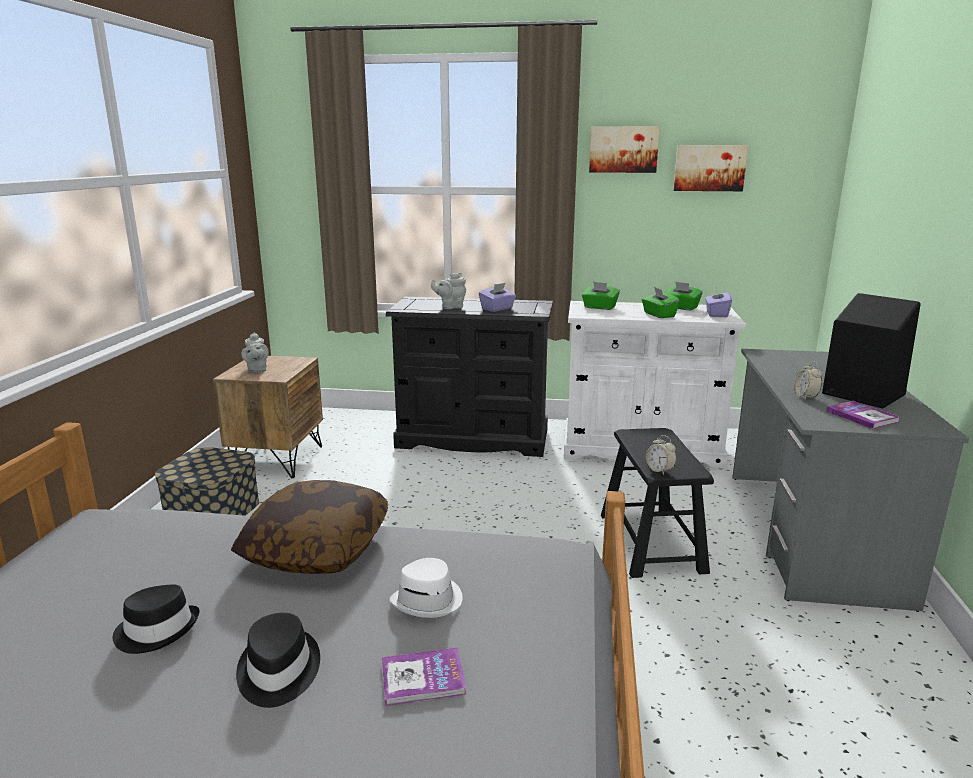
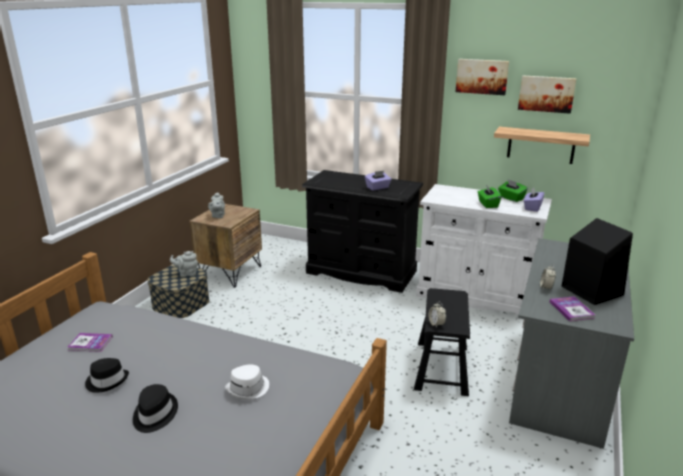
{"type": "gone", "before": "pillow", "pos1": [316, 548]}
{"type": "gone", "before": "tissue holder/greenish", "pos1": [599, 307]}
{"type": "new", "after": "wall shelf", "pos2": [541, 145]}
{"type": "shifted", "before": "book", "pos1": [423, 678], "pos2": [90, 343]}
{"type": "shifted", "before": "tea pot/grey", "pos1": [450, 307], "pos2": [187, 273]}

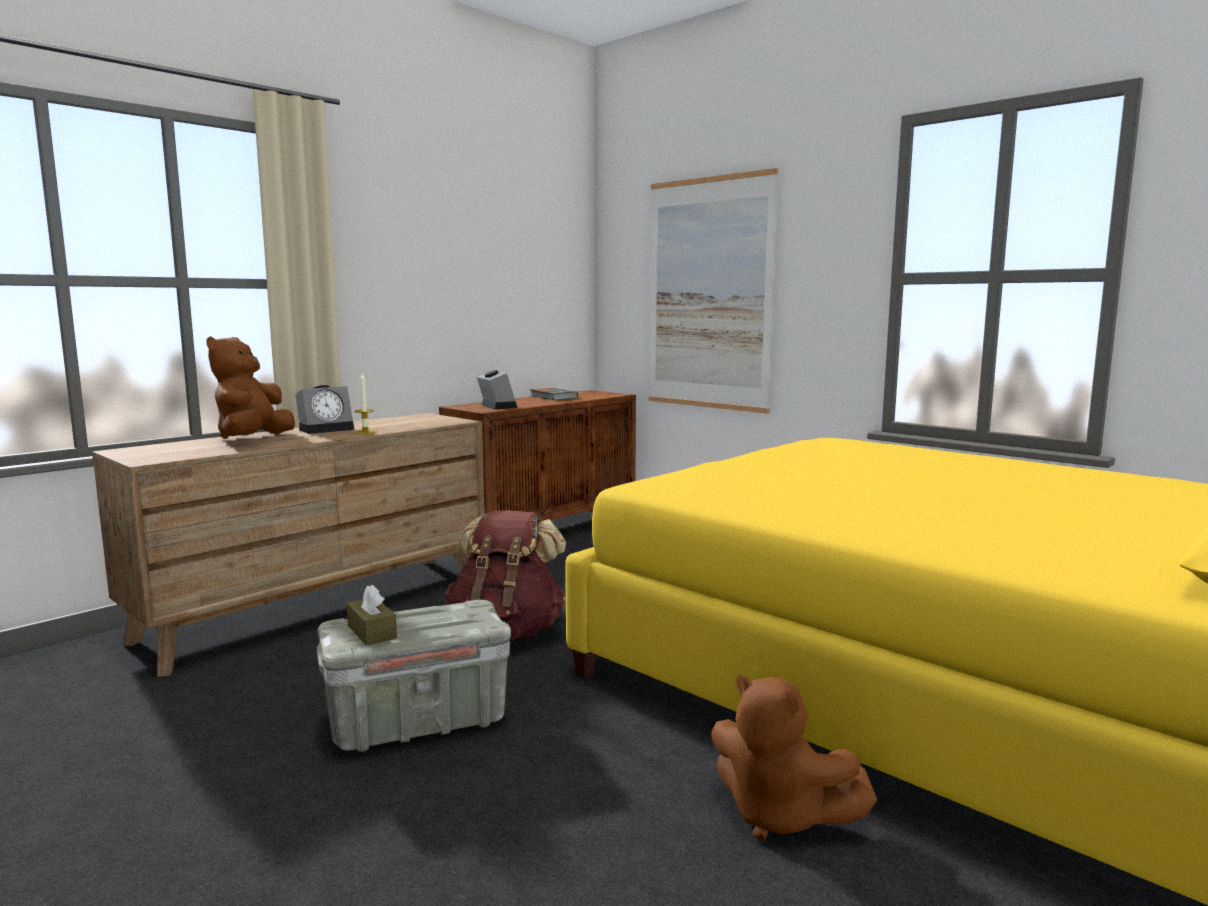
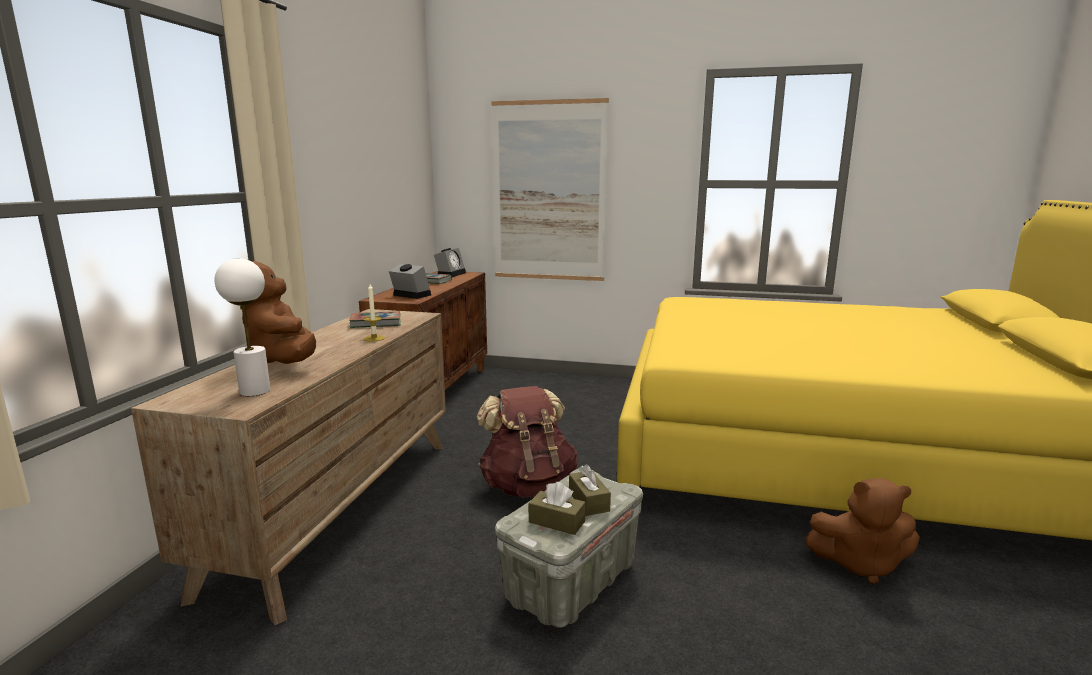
{"type": "new", "after": "tabletop lamp/white", "pos2": [255, 391]}
{"type": "new", "after": "book", "pos2": [376, 323]}
{"type": "new", "after": "tissue holder/brown", "pos2": [588, 501]}
{"type": "shifted", "before": "bedside clock", "pos1": [327, 429], "pos2": [451, 274]}

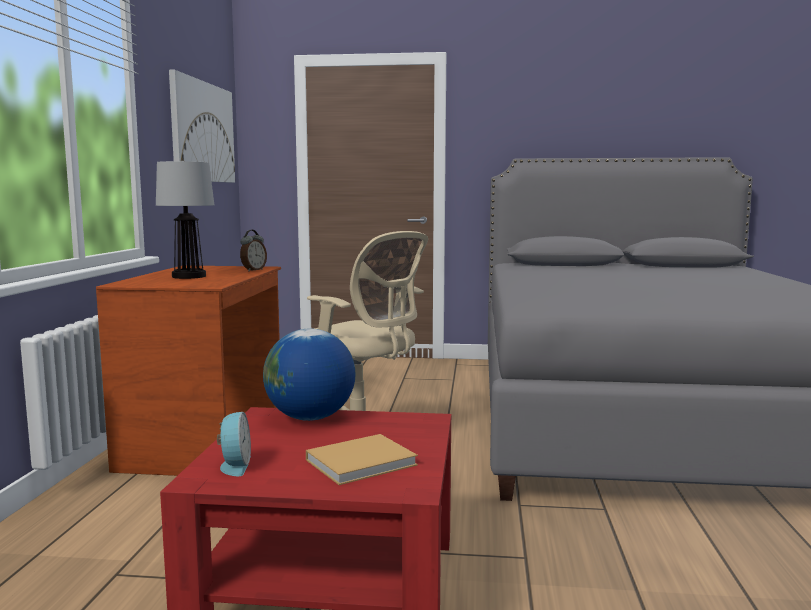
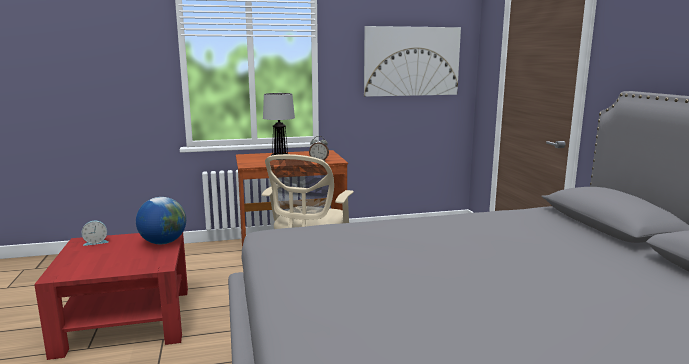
{"type": "gone", "before": "book/sand-coloured", "pos1": [364, 462]}

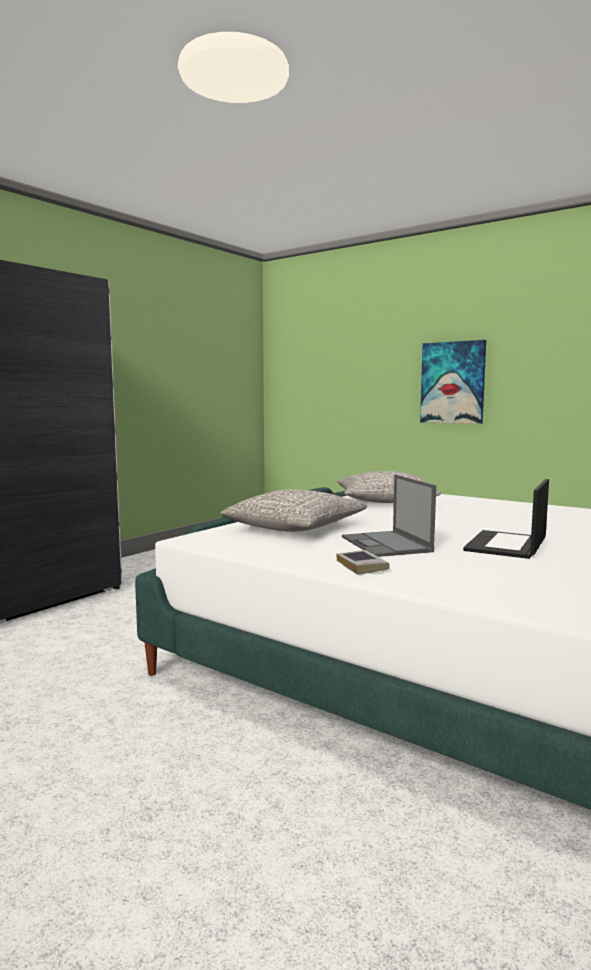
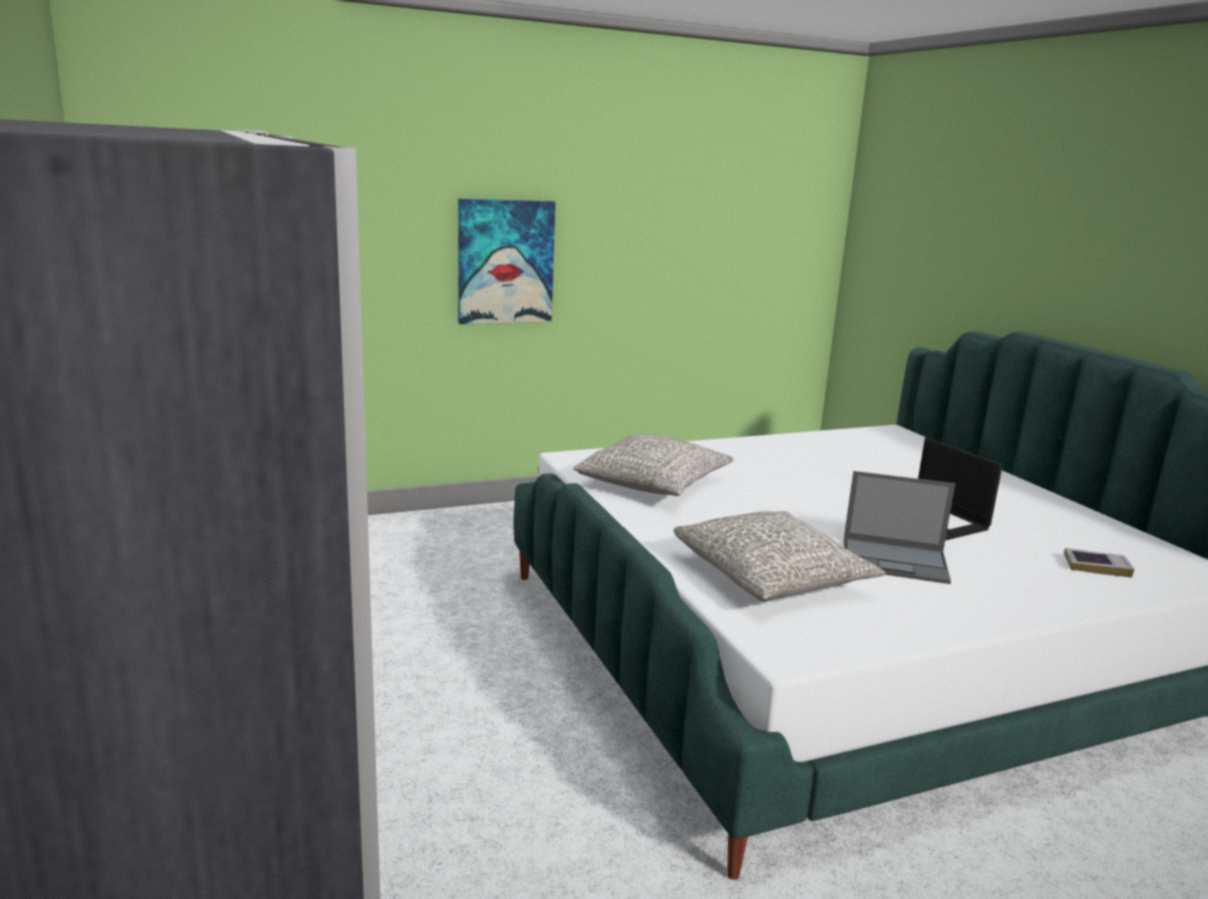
{"type": "shifted", "before": "book", "pos1": [362, 566], "pos2": [1096, 567]}

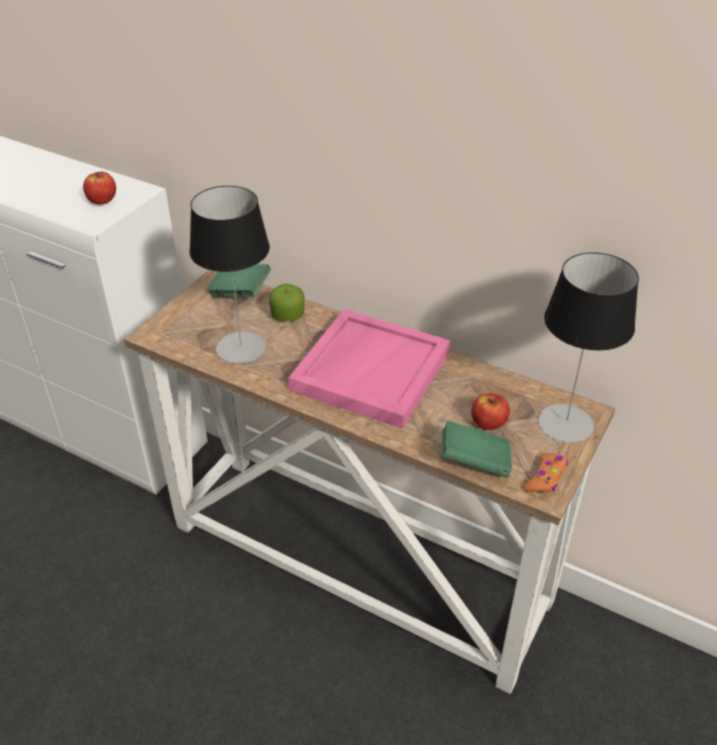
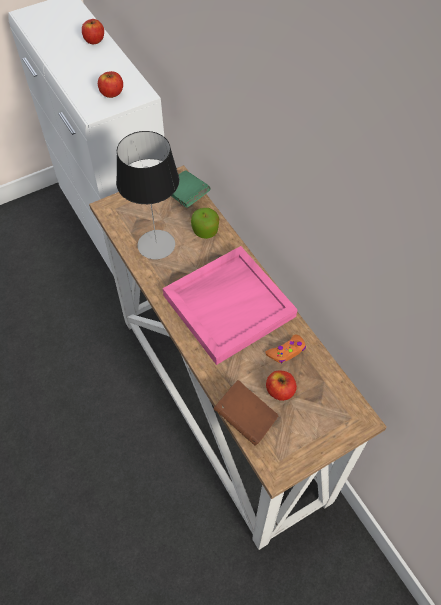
{"type": "gone", "before": "tabletop lamp", "pos1": [566, 423]}
{"type": "new", "after": "apple fruit", "pos2": [94, 40]}
{"type": "shifted", "before": "game controller/orange-coloured", "pos1": [546, 478], "pos2": [286, 352]}
{"type": "repainted", "before": "book/greenish", "after": "book/brown", "pos1": [474, 462], "pos2": [245, 418]}

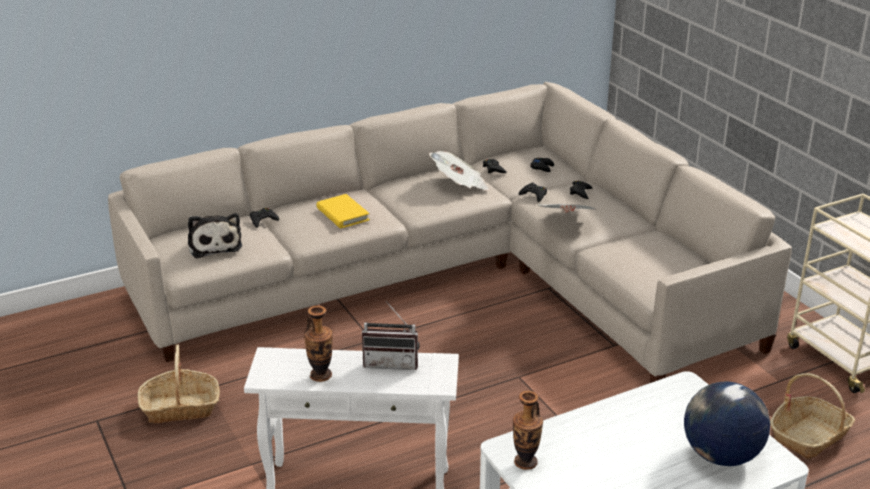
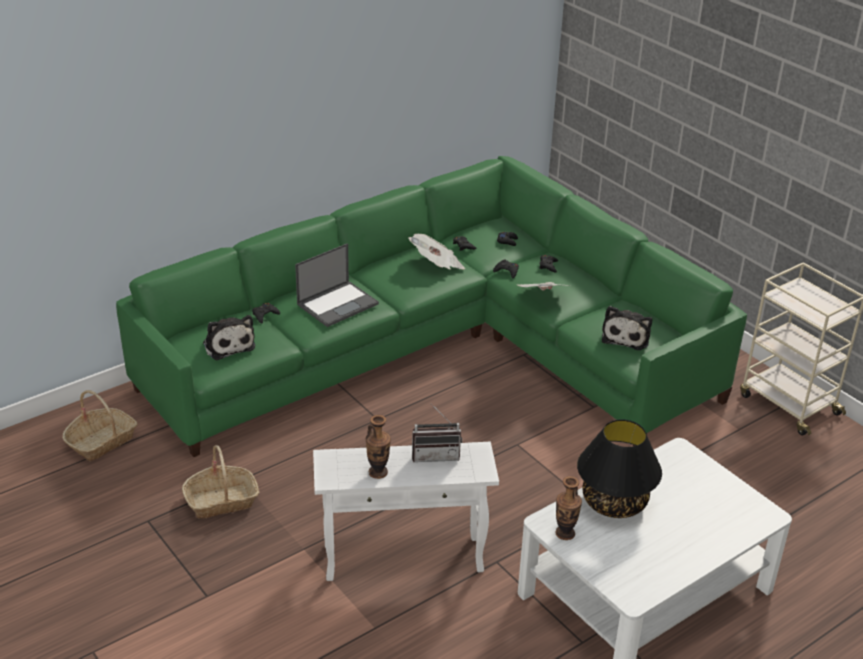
{"type": "gone", "before": "desk globe", "pos1": [720, 455]}
{"type": "new", "after": "tabletop lamp/blackish", "pos2": [614, 502]}
{"type": "new", "after": "cuddly toy", "pos2": [626, 336]}
{"type": "shifted", "before": "household basket", "pos1": [809, 436], "pos2": [102, 441]}
{"type": "swapped", "before": "book/yellowish", "after": "notebook computer", "pos1": [342, 214], "pos2": [338, 304]}
{"type": "repainted", "before": "settee/sand-coloured", "after": "settee/greenish", "pos1": [459, 277], "pos2": [440, 350]}

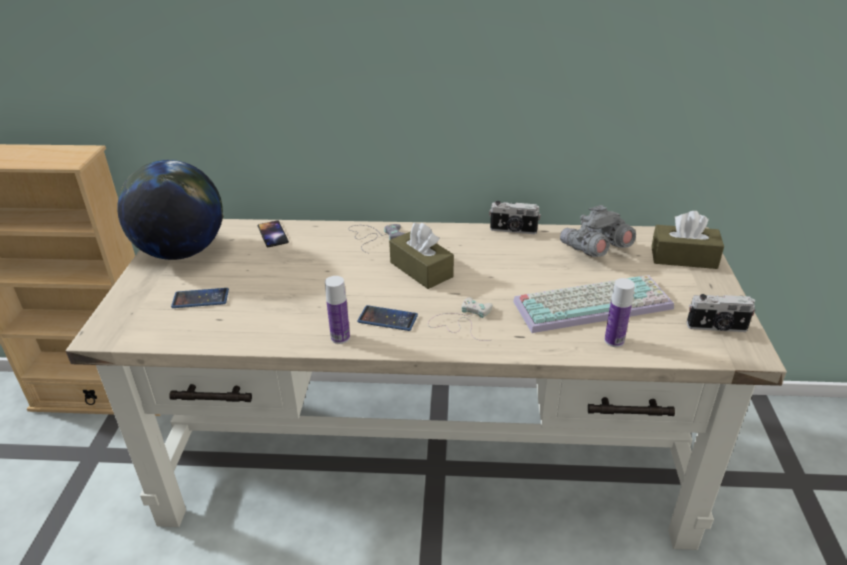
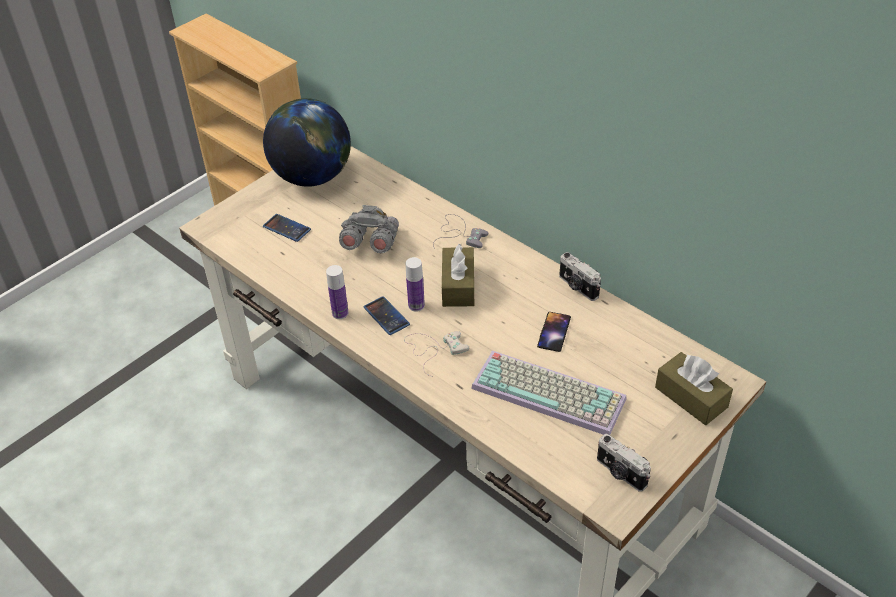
{"type": "shifted", "before": "phone", "pos1": [272, 234], "pos2": [554, 332]}
{"type": "shifted", "before": "pair of binoculars/grey", "pos1": [594, 250], "pos2": [370, 243]}
{"type": "shifted", "before": "bottle", "pos1": [614, 341], "pos2": [416, 305]}

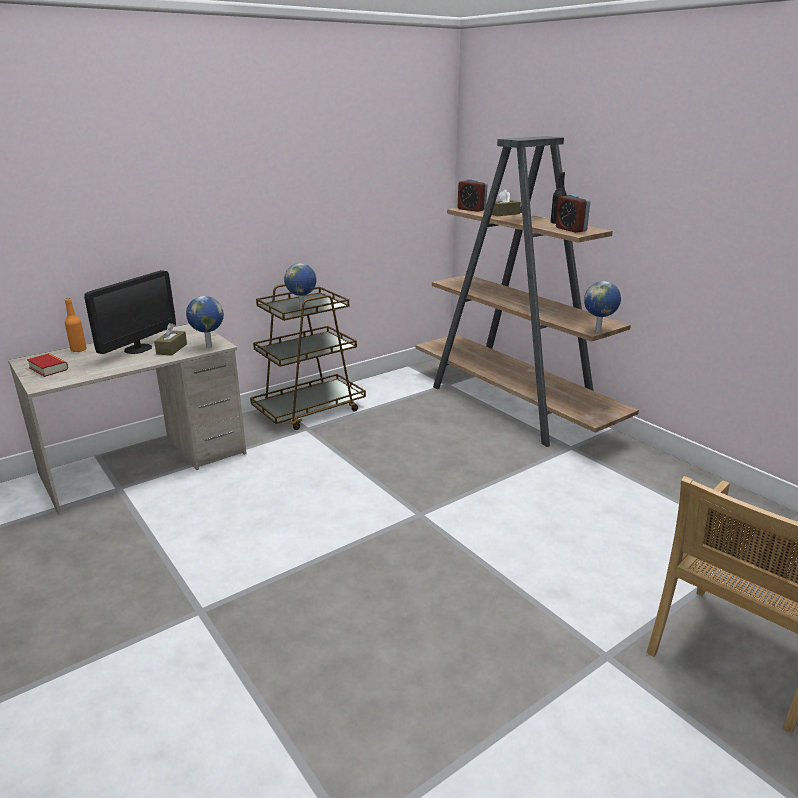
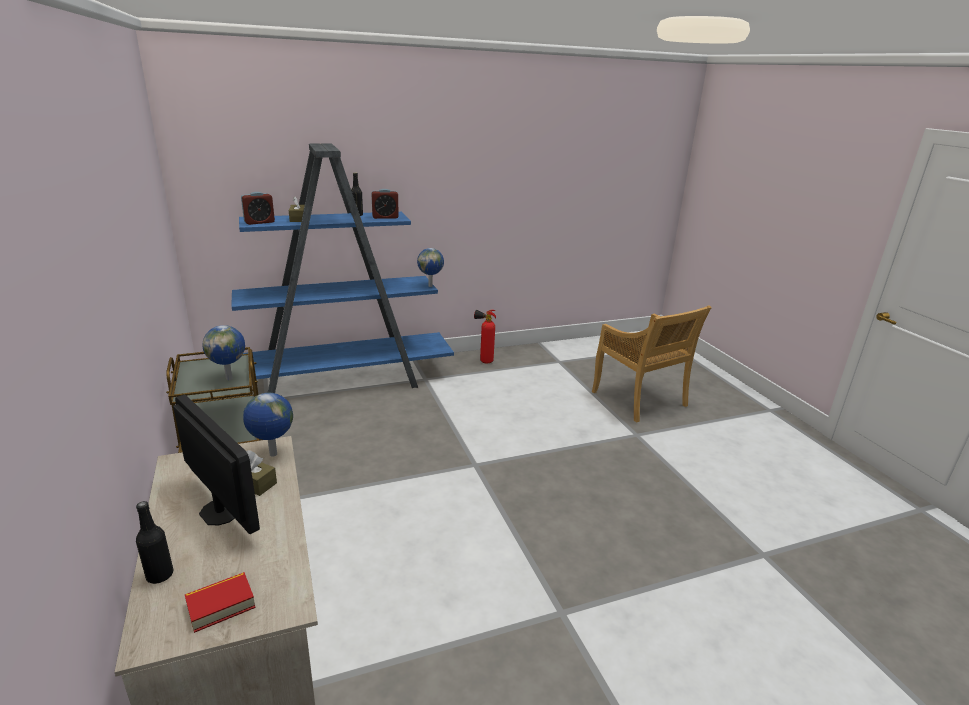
{"type": "new", "after": "fire extinguisher", "pos2": [483, 361]}
{"type": "repainted", "before": "bottle/orange-coloured", "after": "bottle/blackish", "pos1": [79, 350], "pos2": [160, 575]}
{"type": "repainted", "before": "bookshelf/brown", "after": "bookshelf/bluish", "pos1": [513, 406], "pos2": [342, 382]}

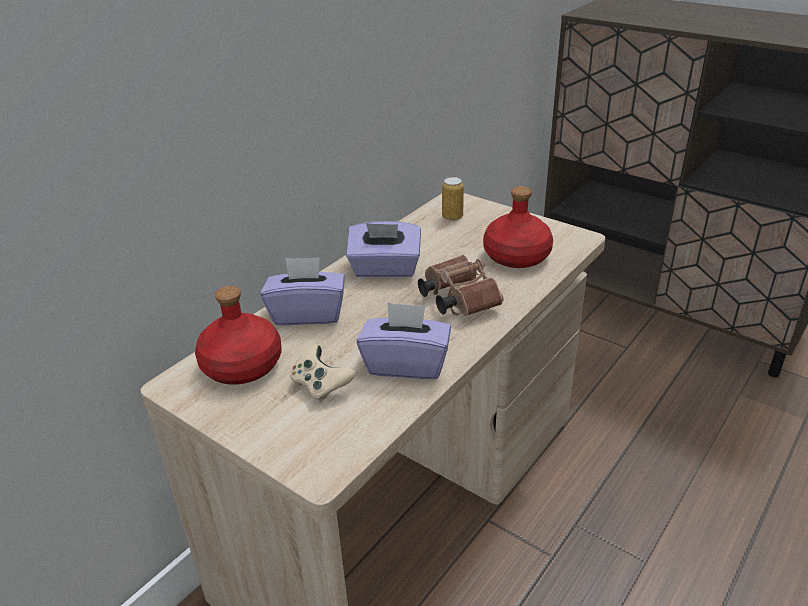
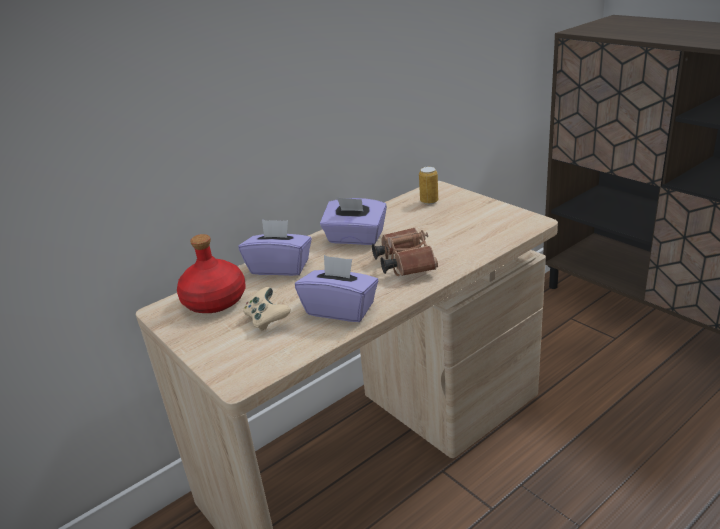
{"type": "gone", "before": "bottle/red", "pos1": [516, 256]}

